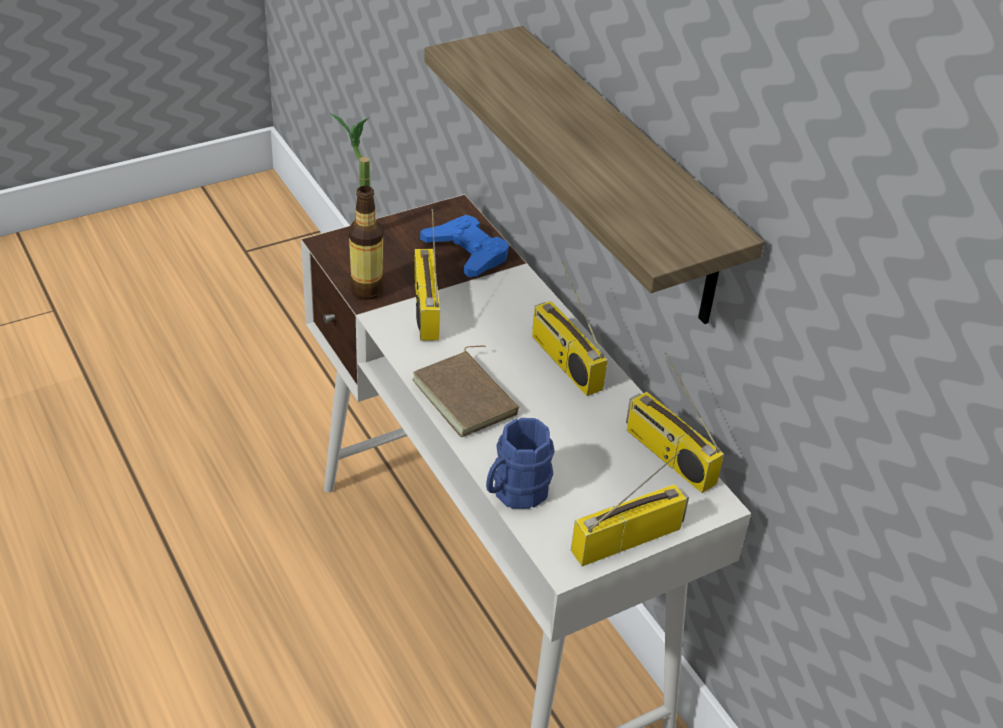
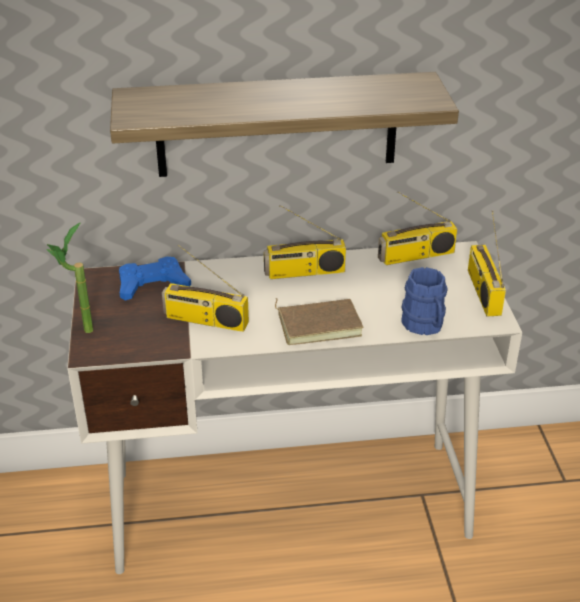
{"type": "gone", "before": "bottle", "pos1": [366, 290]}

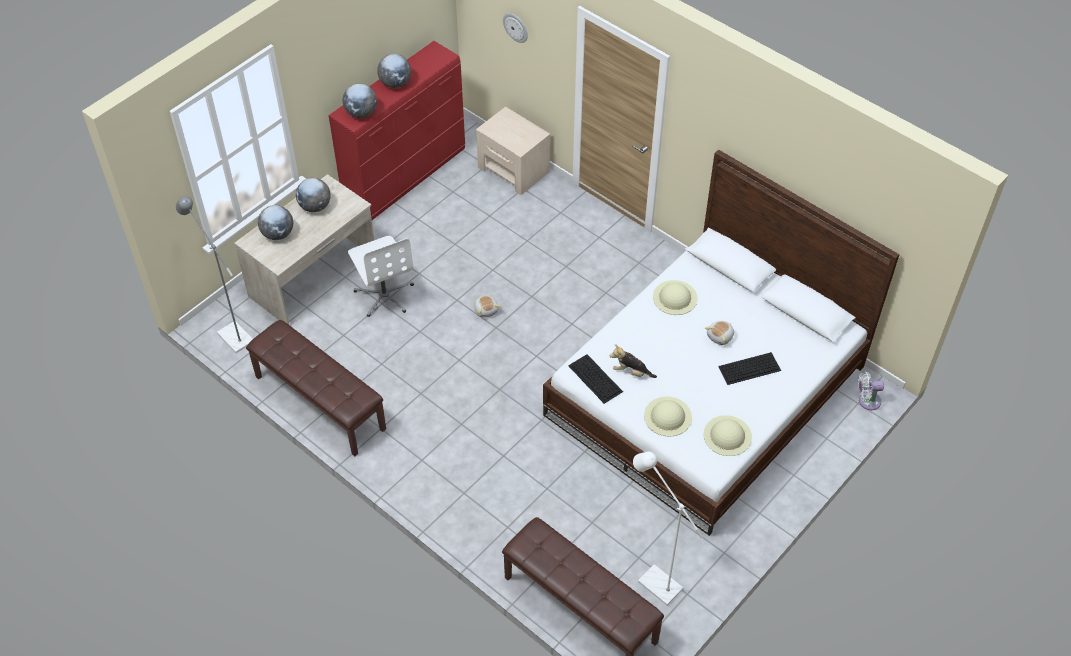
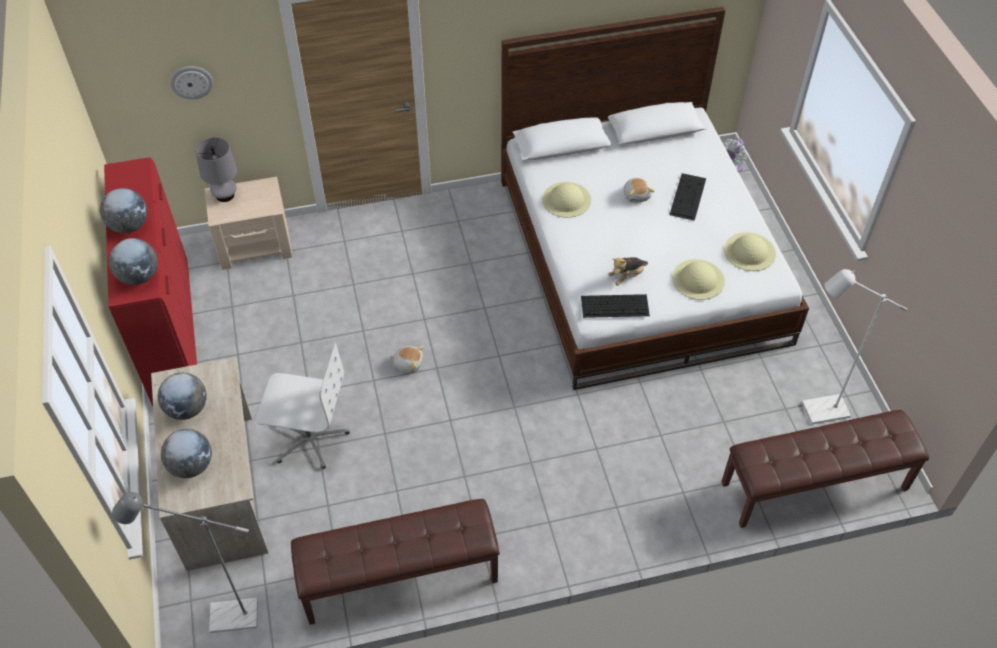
{"type": "new", "after": "tabletop lamp/grey", "pos2": [225, 195]}

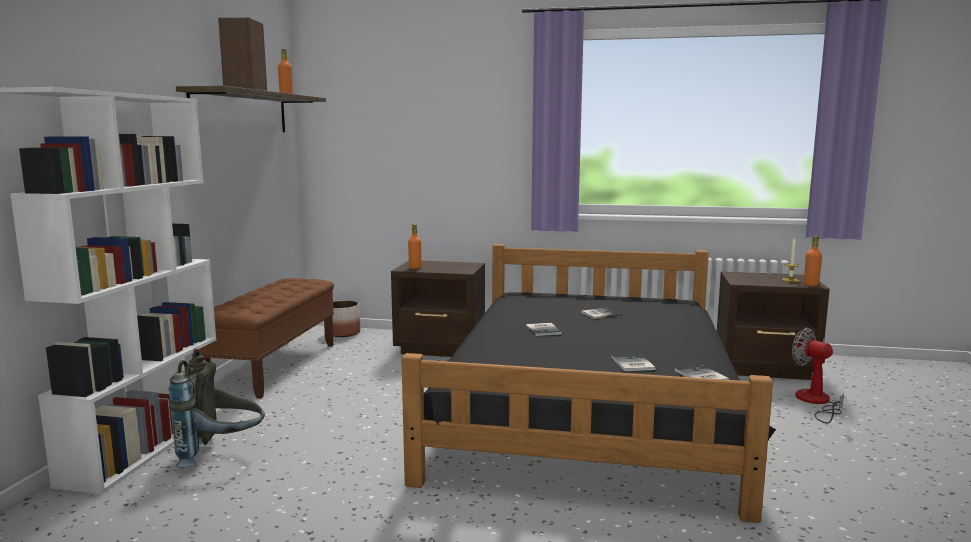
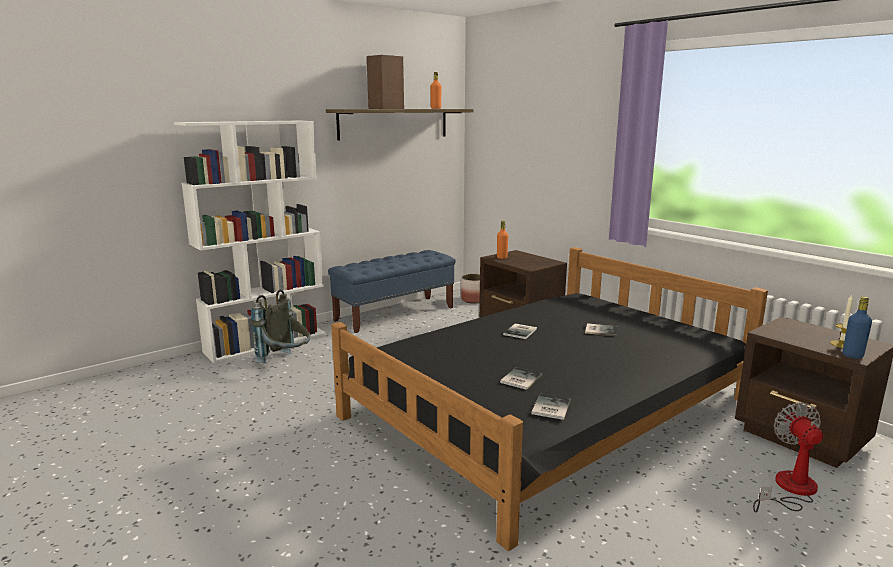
{"type": "repainted", "before": "indoor bench/brown", "after": "indoor bench/bluish", "pos1": [274, 367], "pos2": [395, 314]}
{"type": "repainted", "before": "bottle/orange-coloured", "after": "bottle/bluish", "pos1": [811, 285], "pos2": [852, 355]}

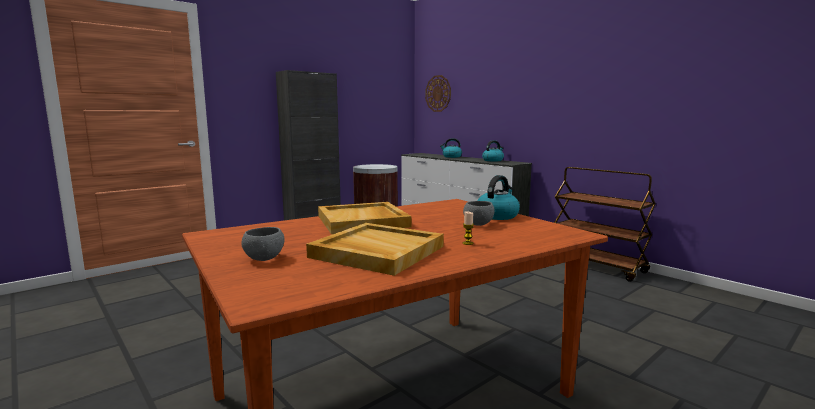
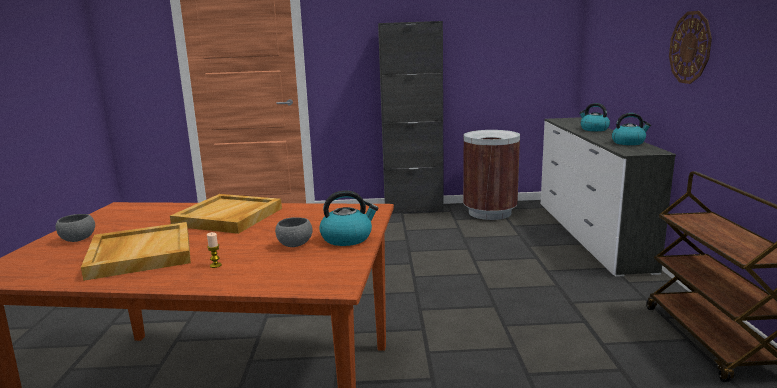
{"type": "shifted", "before": "wall clock", "pos1": [438, 93], "pos2": [690, 47]}

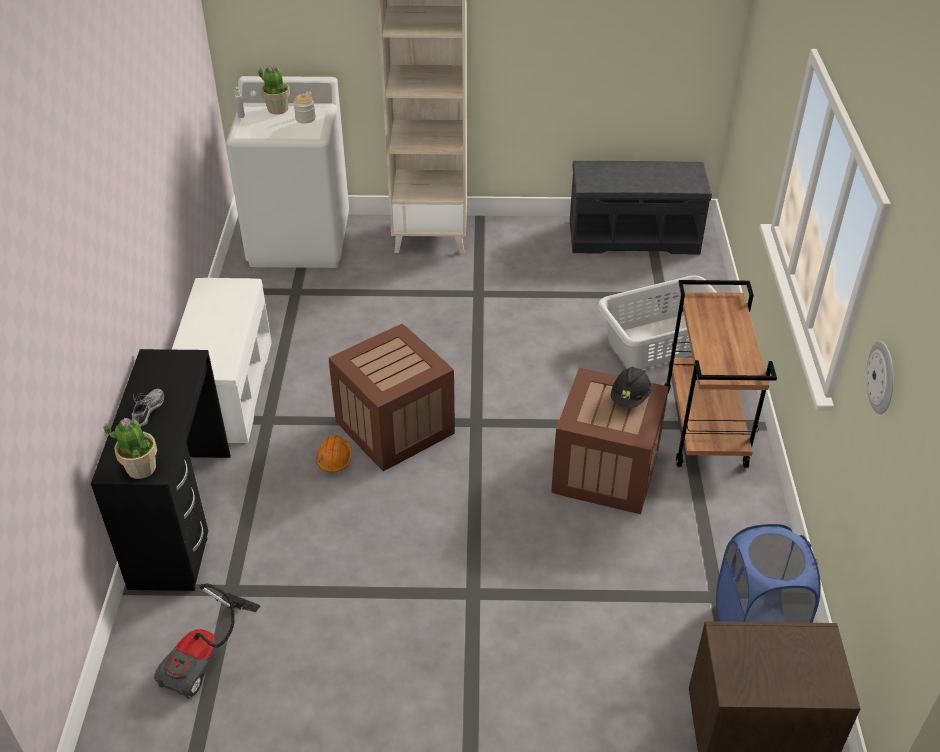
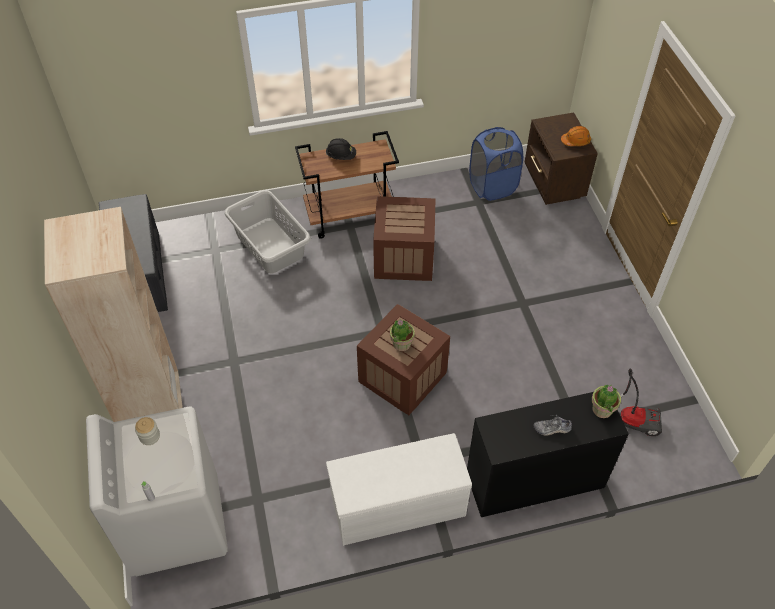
{"type": "gone", "before": "wall clock", "pos1": [882, 377]}
{"type": "shifted", "before": "houseplant", "pos1": [277, 109], "pos2": [401, 344]}
{"type": "shifted", "before": "hard hat/orange-coloured", "pos1": [335, 459], "pos2": [575, 141]}
{"type": "shifted", "before": "hard hat/blackish", "pos1": [630, 397], "pos2": [341, 156]}

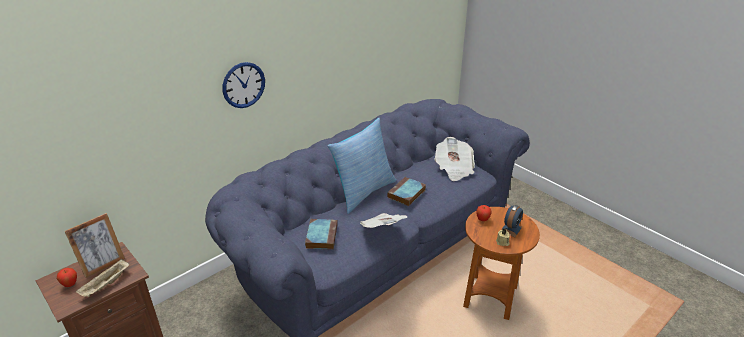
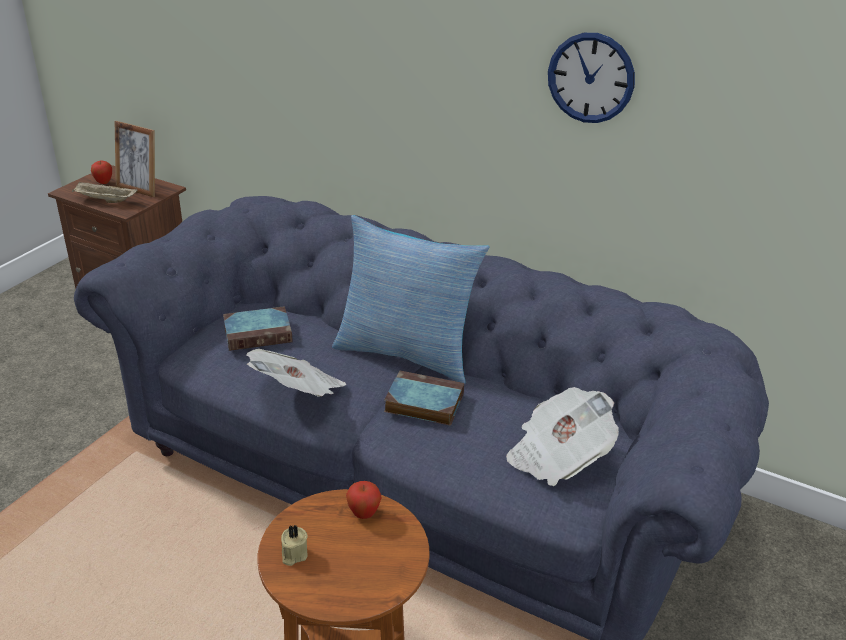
{"type": "gone", "before": "bedside clock", "pos1": [511, 229]}
{"type": "shifted", "before": "wall clock", "pos1": [243, 85], "pos2": [590, 78]}

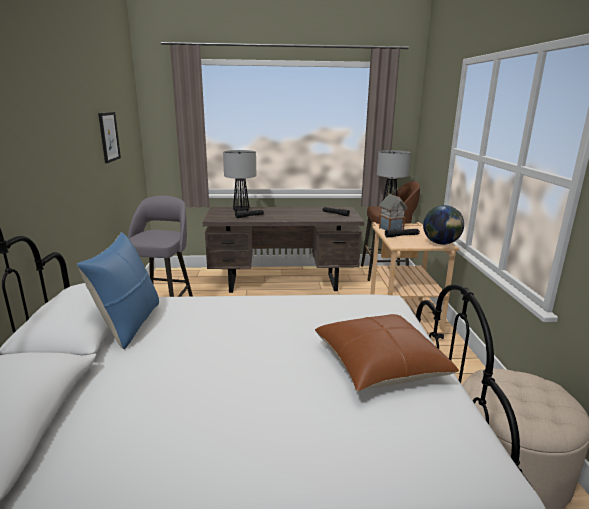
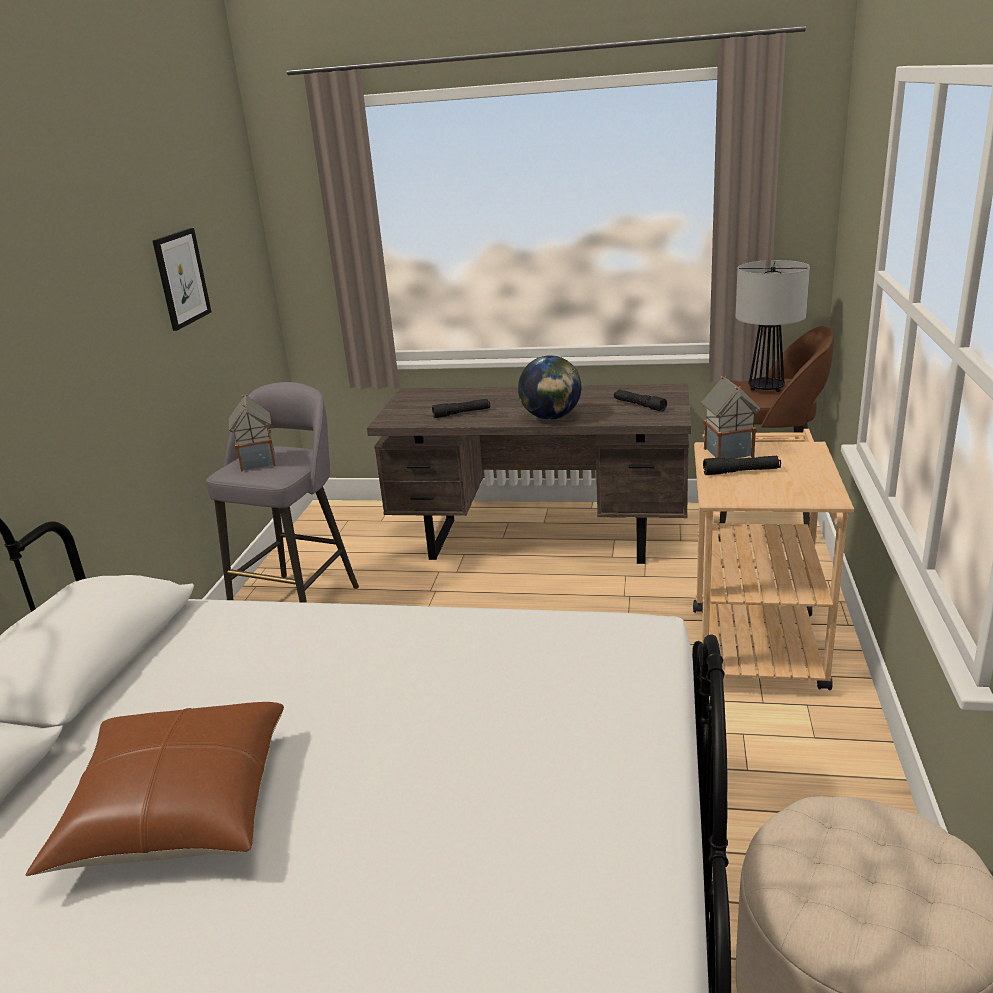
{"type": "gone", "before": "pillow/bluish", "pos1": [129, 324]}
{"type": "gone", "before": "tabletop lamp", "pos1": [241, 210]}
{"type": "new", "after": "model house", "pos2": [257, 462]}
{"type": "shifted", "before": "pillow/brown", "pos1": [379, 365], "pos2": [177, 808]}
{"type": "shifted", "before": "desk globe", "pos1": [440, 243], "pos2": [551, 418]}

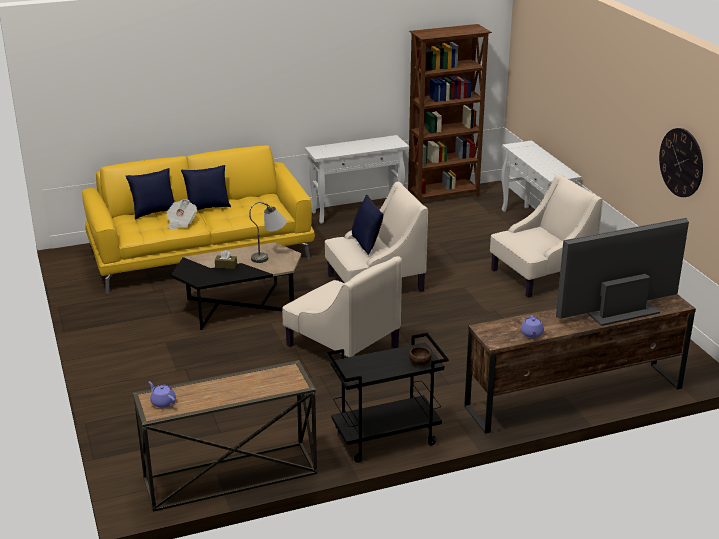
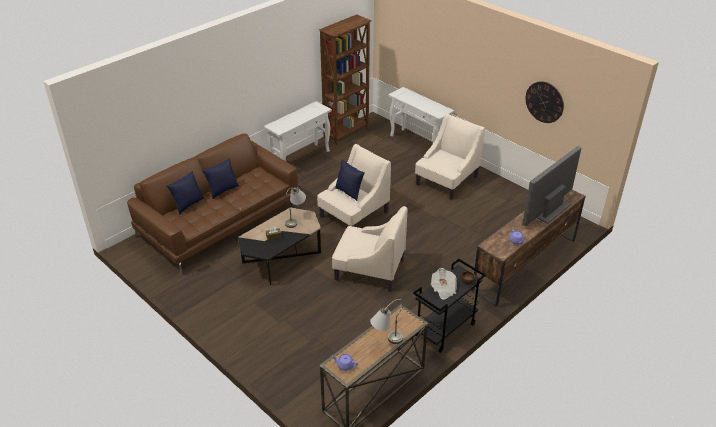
{"type": "new", "after": "tabletop lamp/grey", "pos2": [385, 341]}
{"type": "shifted", "before": "printed paper", "pos1": [181, 223], "pos2": [443, 289]}
{"type": "repainted", "before": "settee/yellowish", "after": "settee/brown", "pos1": [201, 252], "pos2": [220, 221]}

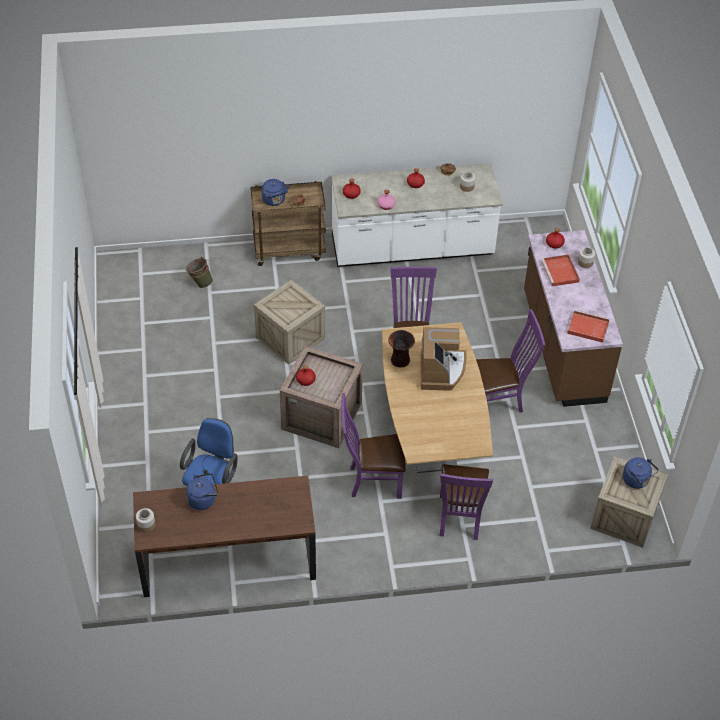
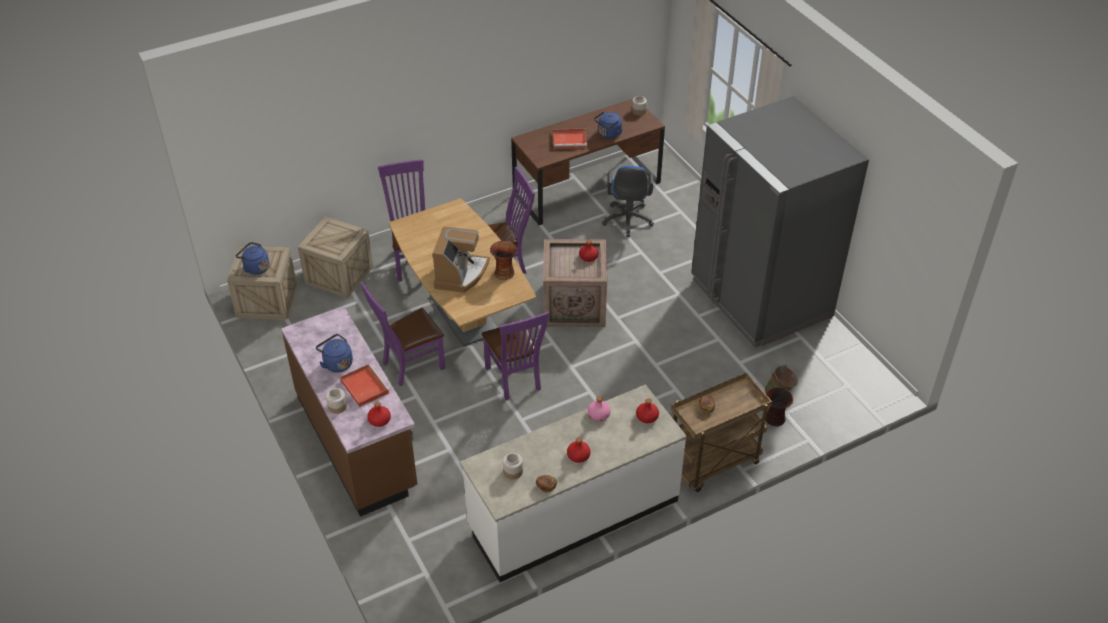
{"type": "new", "after": "kitchen fridge/grey", "pos2": [761, 298]}
{"type": "new", "after": "flower vase", "pos2": [775, 419]}
{"type": "shifted", "before": "packing crate", "pos1": [290, 338], "pos2": [339, 275]}
{"type": "shifted", "before": "tea kettle/bluish", "pos1": [274, 201], "pos2": [336, 363]}
{"type": "shifted", "before": "tray/red", "pos1": [587, 327], "pos2": [570, 140]}
{"type": "rotated", "before": "coffee maker", "pos1": [441, 371], "pos2": [460, 274], "turn": -150}

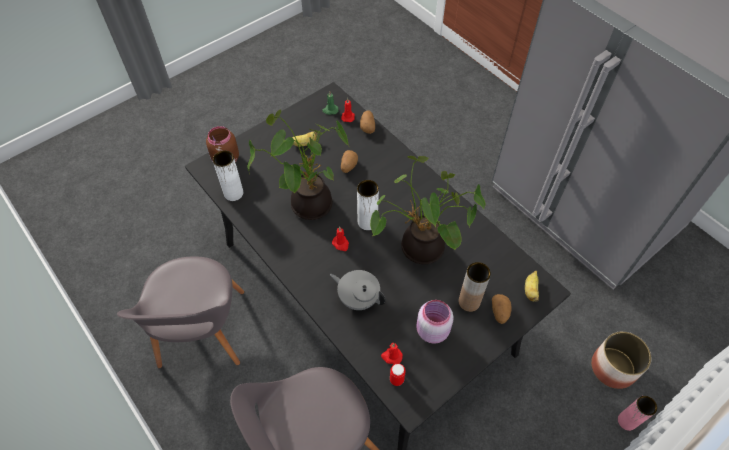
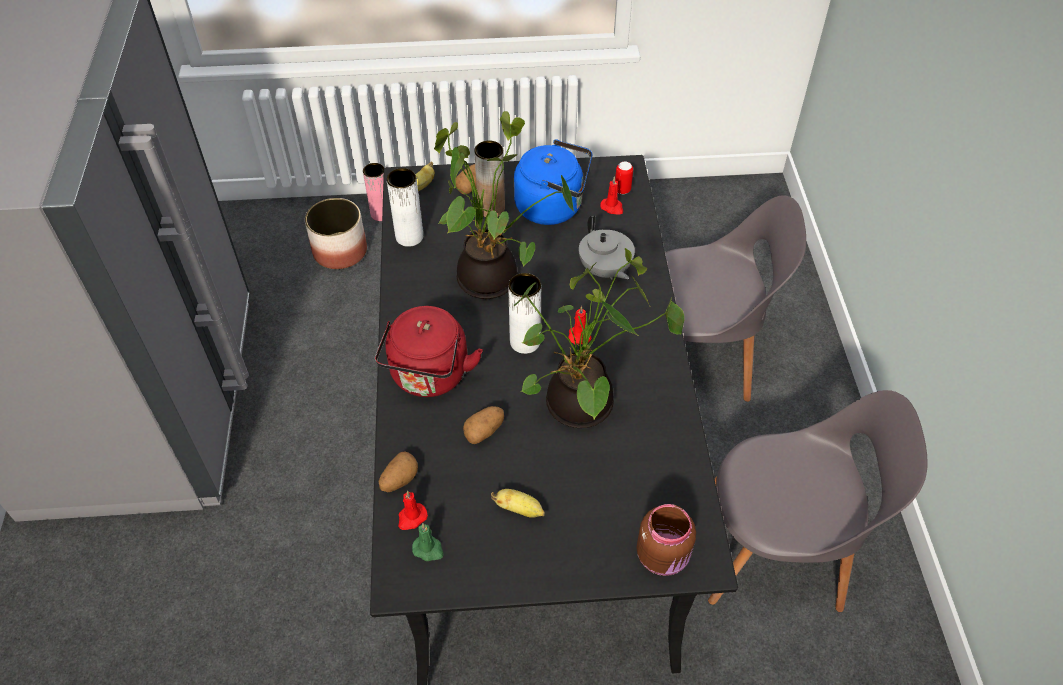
{"type": "new", "after": "tea kettle/red", "pos2": [429, 377]}
{"type": "shifted", "before": "flower vase/white", "pos1": [233, 193], "pos2": [409, 237]}
{"type": "swapped", "before": "jar/pinkish", "after": "tea kettle/bluish", "pos1": [431, 330], "pos2": [553, 207]}
{"type": "rotated", "before": "chair/grey", "pos1": [202, 333], "pos2": [778, 550], "turn": 60}

